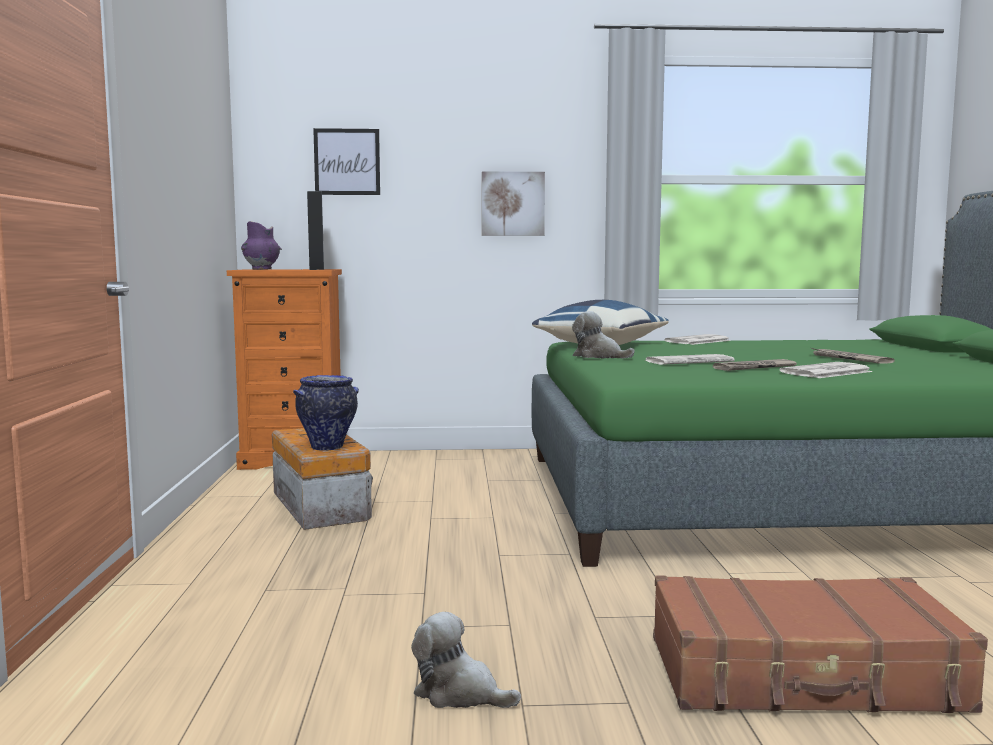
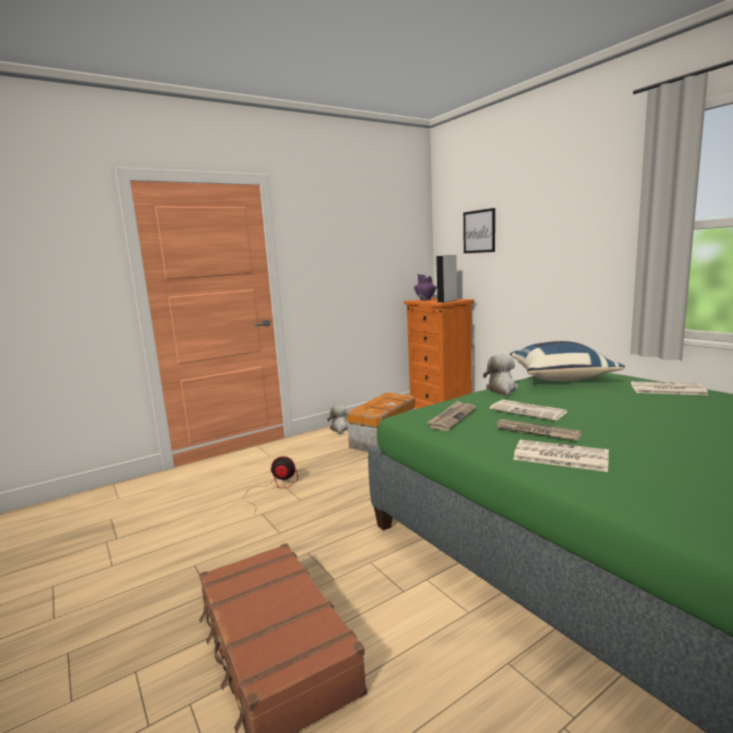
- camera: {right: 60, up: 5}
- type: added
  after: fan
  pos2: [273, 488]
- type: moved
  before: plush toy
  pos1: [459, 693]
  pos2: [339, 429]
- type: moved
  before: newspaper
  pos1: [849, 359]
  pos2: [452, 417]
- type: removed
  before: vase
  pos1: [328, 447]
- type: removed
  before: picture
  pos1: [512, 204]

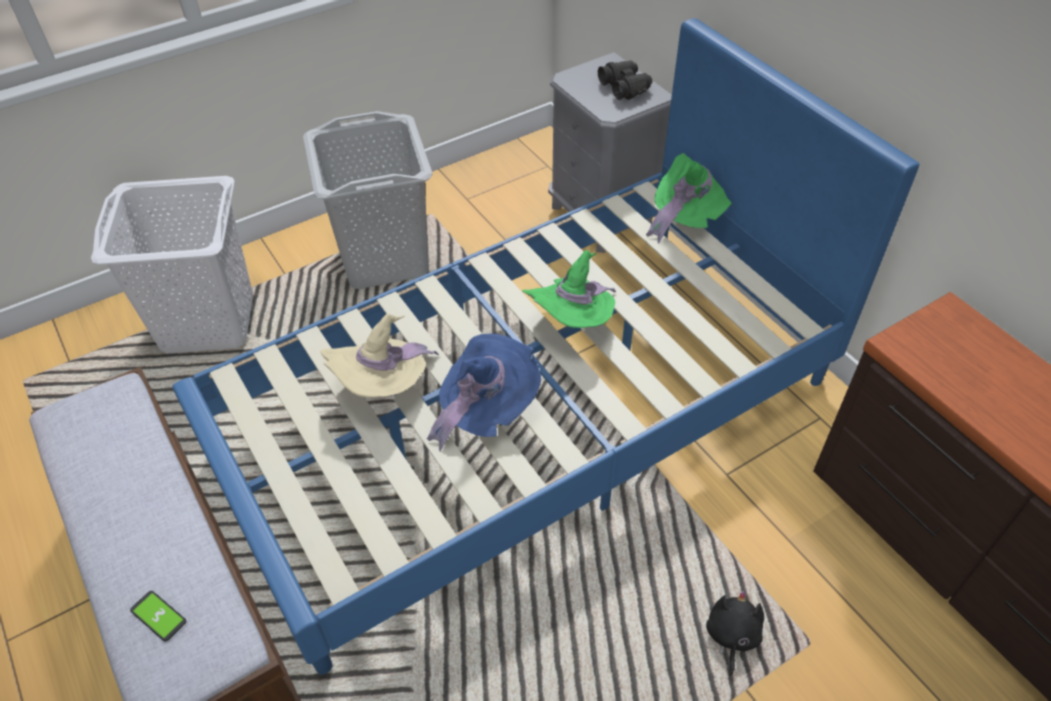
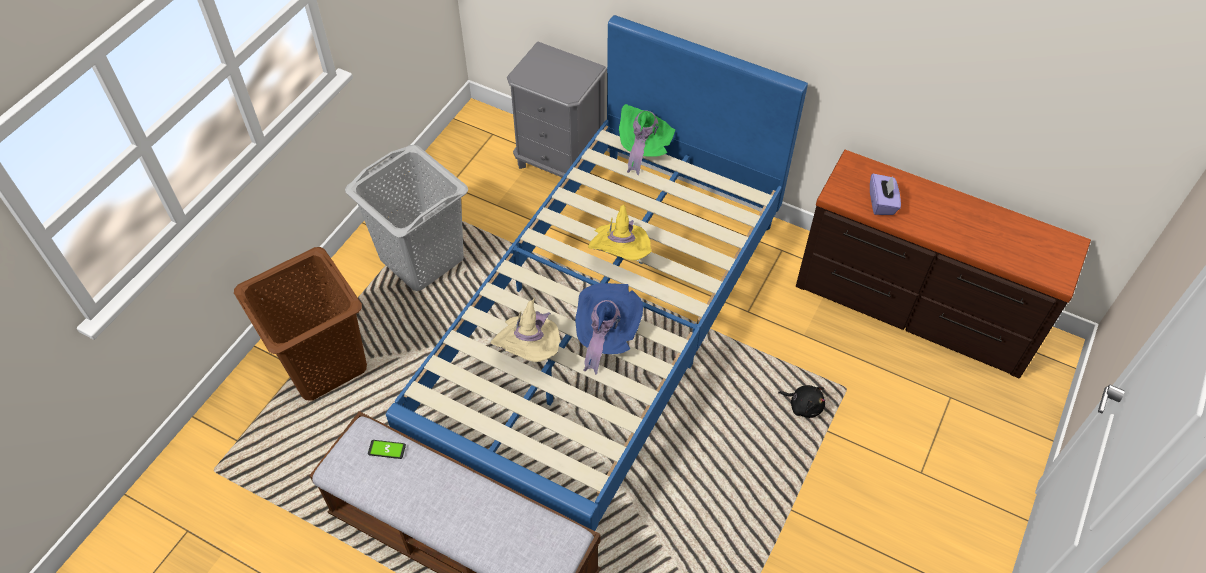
- camera: {right: -30, up: 5}
- type: recoloured
  before: white laundry basket
  after: brown laundry basket
  pos1: [207, 321]
  pos2: [322, 363]
- type: moved
  before: phone
  pos1: [158, 616]
  pos2: [387, 449]
- type: recoloured
  before: green hat
  after: yellow hat
  pos1: [573, 323]
  pos2: [620, 255]
- type: turned
  before: black plush toy
  pos1: [731, 636]
  pos2: [803, 405]
  turn: 135
- type: added
  after: purple tissue box
  pos2: [882, 203]
- type: removed
  before: black binoculars
  pos1: [625, 87]

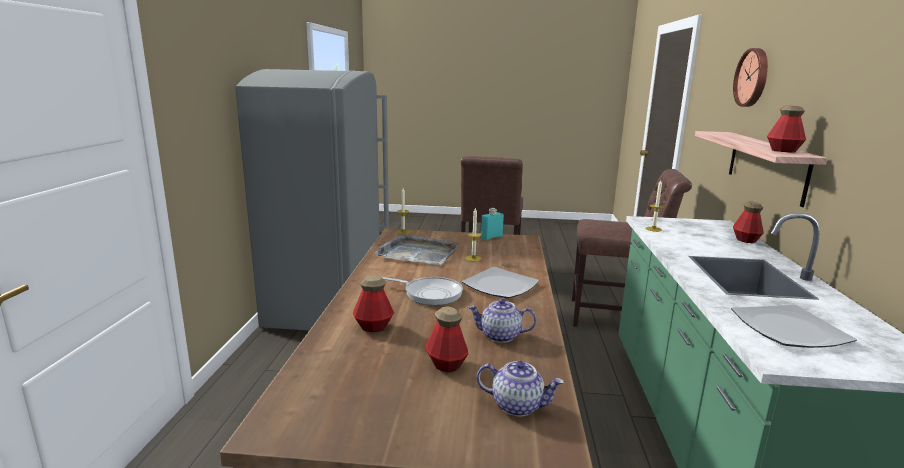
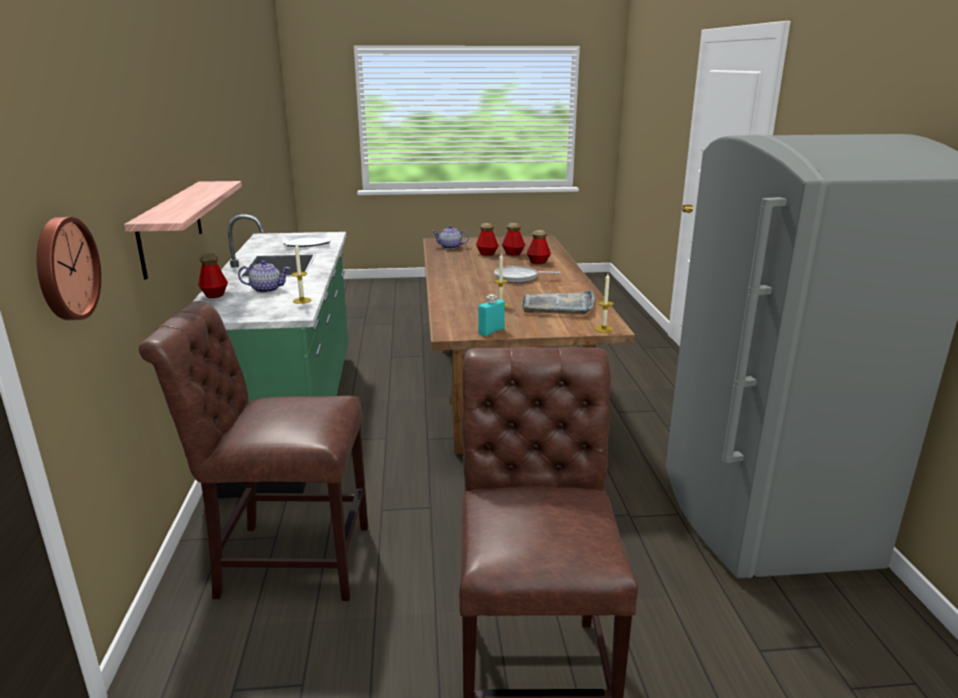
- camera: {right: 170, up: 5}
- type: moved
  before: wall clock
  pos1: [753, 77]
  pos2: [64, 269]
- type: moved
  before: teapot
  pos1: [500, 336]
  pos2: [266, 289]
- type: moved
  before: bottle
  pos1: [783, 151]
  pos2: [513, 253]
- type: removed
  before: plate
  pos1: [500, 285]

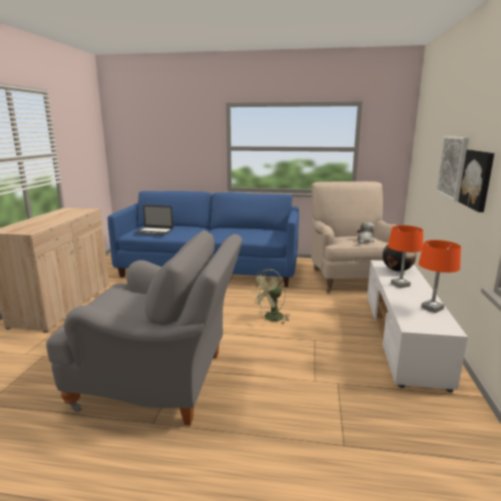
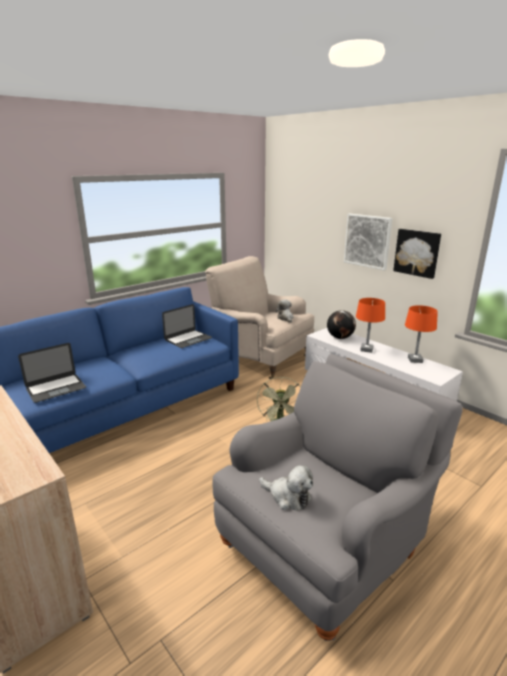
- camera: {right: -50, up: 5}
- type: added
  after: laptop
  pos2: [188, 339]
- type: added
  after: plush toy
  pos2: [288, 496]

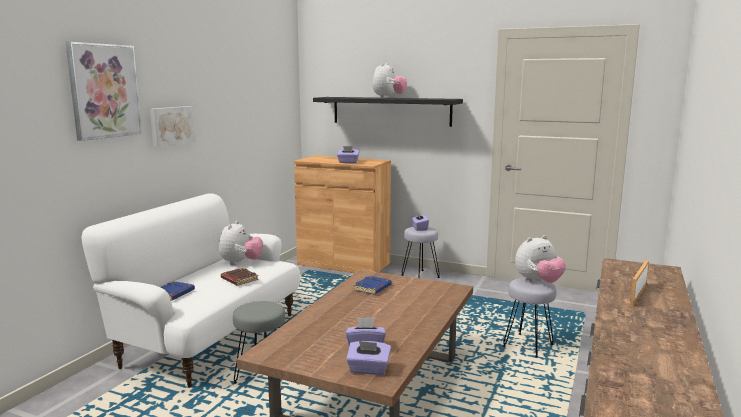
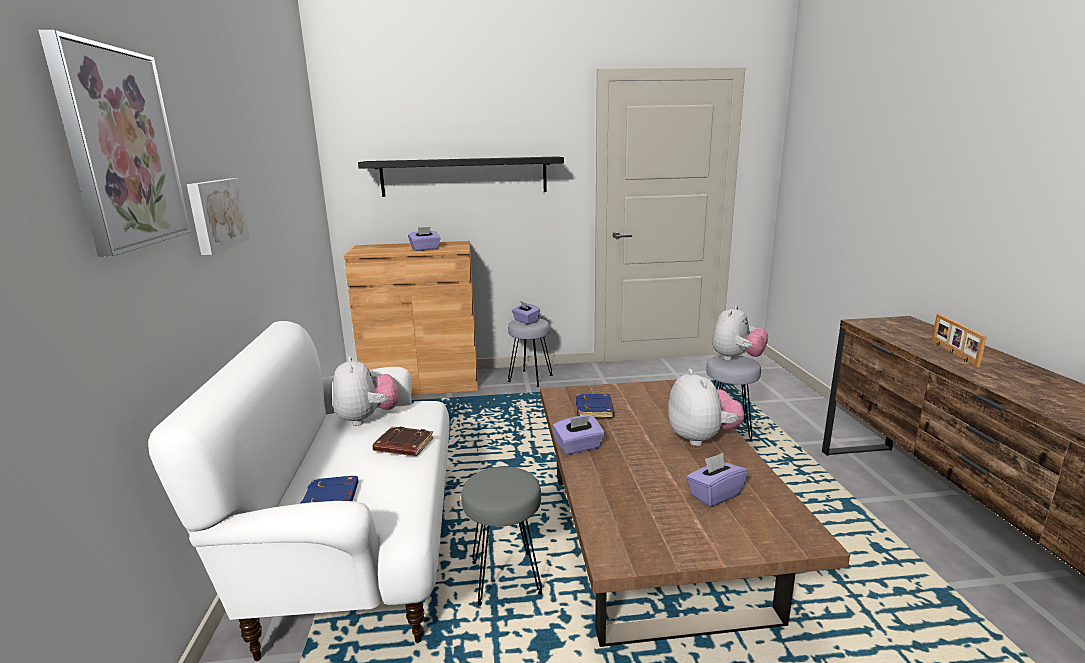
- camera: {right: -30, up: 5}
- type: moved
  before: purple tissue box
  pos1: [368, 369]
  pos2: [578, 447]
- type: moved
  before: plush toy
  pos1: [388, 98]
  pos2: [701, 438]

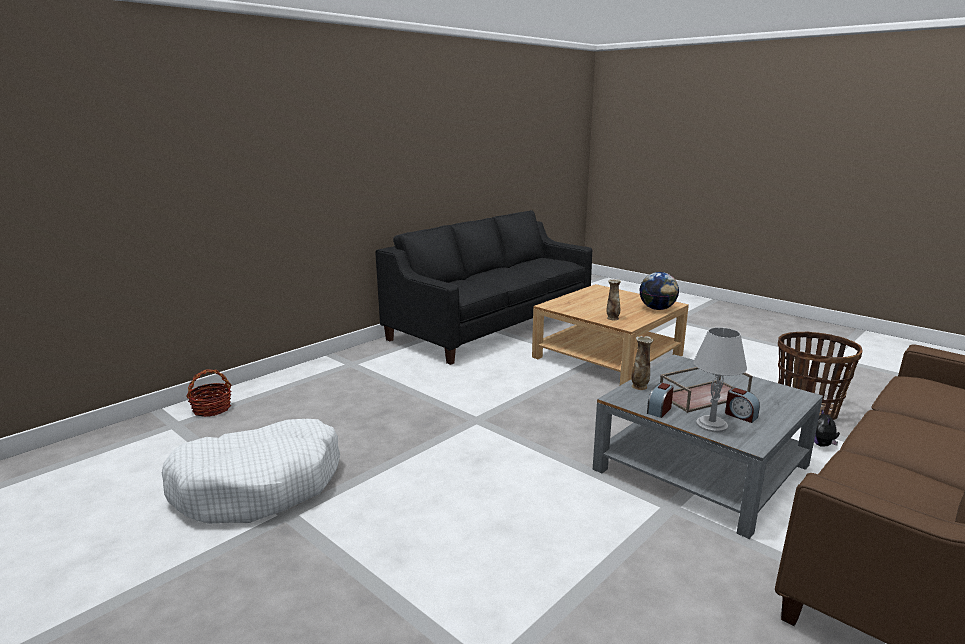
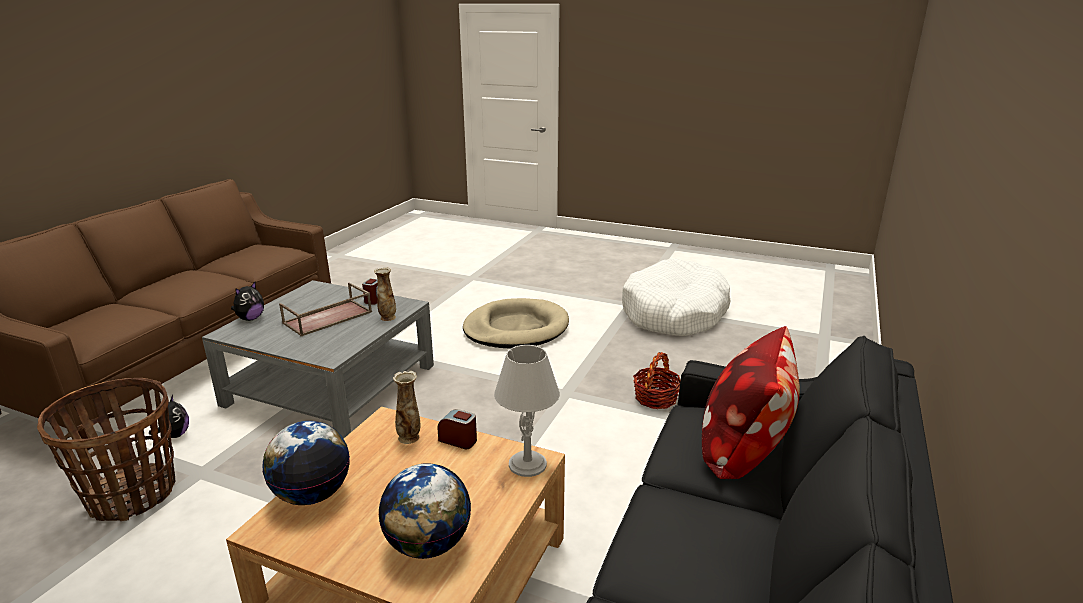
- camera: {right: 160, up: 5}
- type: added
  after: plush toy
  pos2: [250, 318]
- type: added
  after: globe
  pos2: [428, 545]
- type: moved
  before: alarm clock
  pos1: [740, 415]
  pos2: [458, 440]
- type: added
  after: beige dog bed
  pos2: [516, 328]
- type: moved
  before: grey table lamp
  pos1: [712, 425]
  pos2: [527, 464]
- type: moved
  before: basket
  pos1: [211, 409]
  pos2: [655, 398]
- type: added
  after: pillow
  pos2: [744, 448]

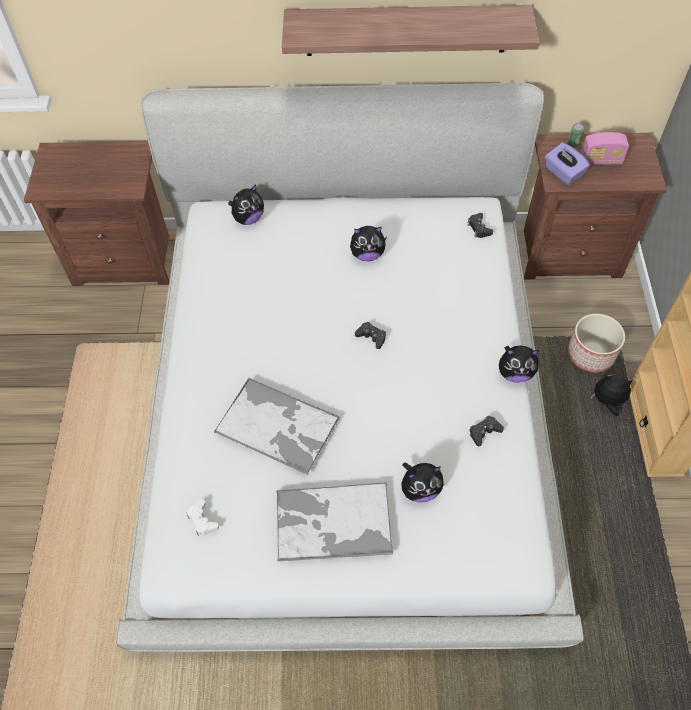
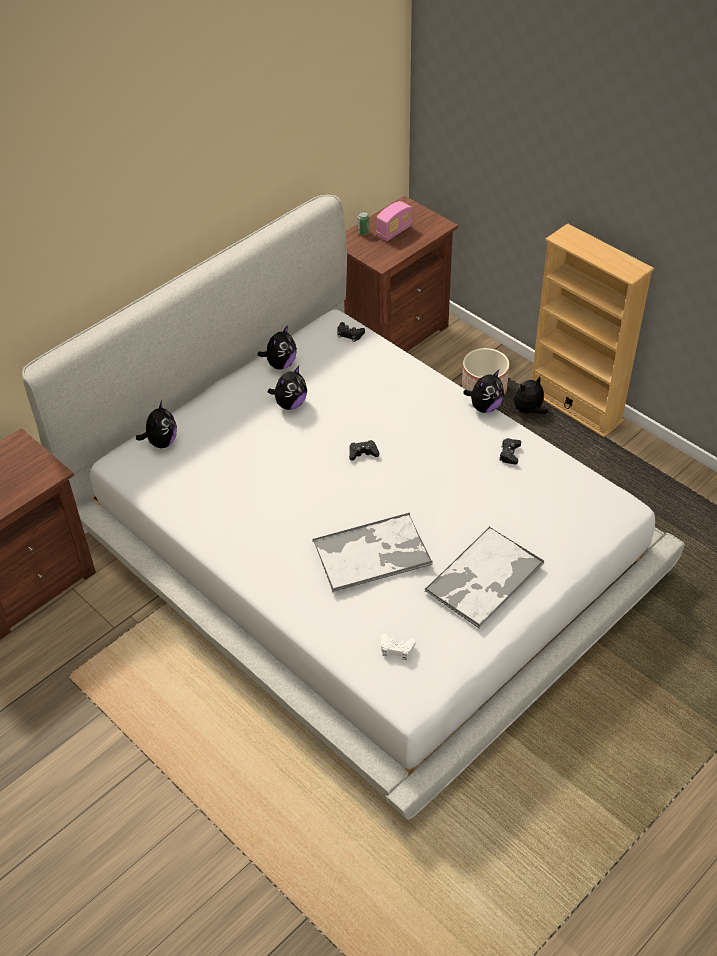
- camera: {right: -45, up: -10}
- type: moved
  before: plush toy
  pos1: [420, 489]
  pos2: [280, 364]
- type: removed
  before: shelf
  pos1: [406, 30]
- type: removed
  before: purple tissue box
  pos1: [563, 173]

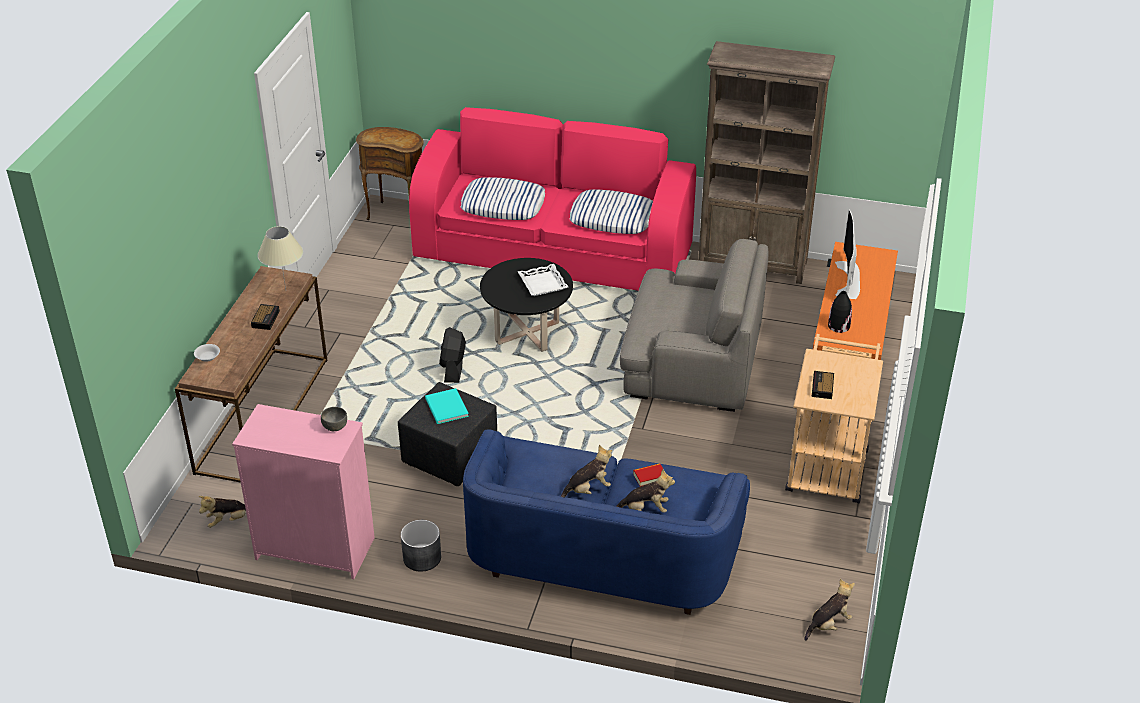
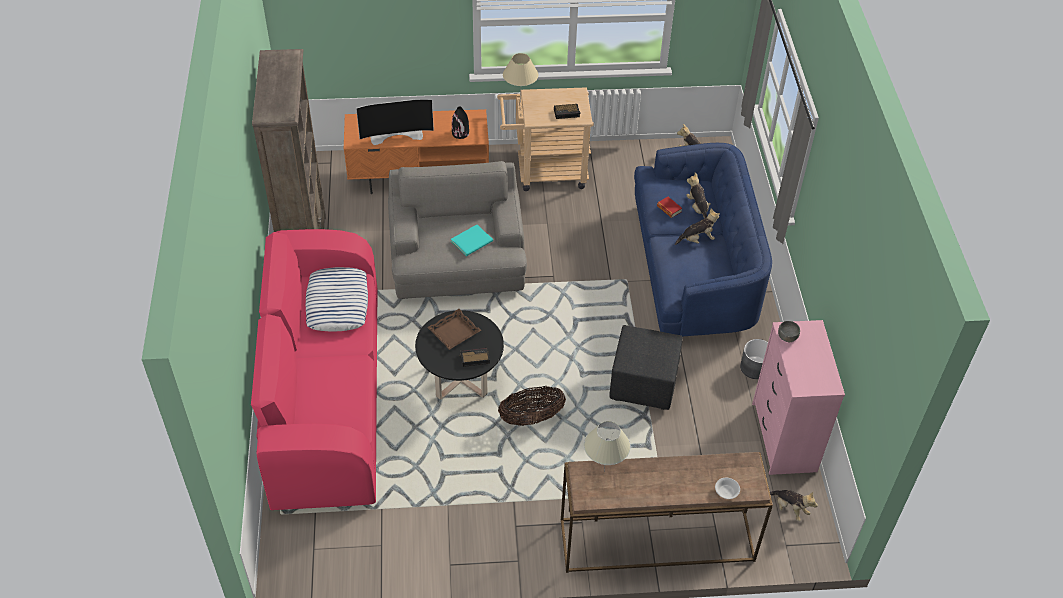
- camera: {right: -110, up: 10}
- type: recoloured
  before: white tray
  after: brown tray
  pos1: [543, 283]
  pos2: [454, 332]
- type: moved
  before: turquoise book
  pos1: [446, 408]
  pos2: [473, 241]
- type: moved
  before: alarm clock
  pos1: [266, 319]
  pos2: [474, 358]
- type: replaced
  before: black fan
  after: basket
  pos1: [453, 368]
  pos2: [531, 418]
- type: added
  after: beige table lamp
  pos2: [520, 103]
- type: turned
  before: plush toy
  pos1: [588, 489]
  pos2: [697, 239]
  turn: 120
- type: removed
  before: brown side table
  pos1: [397, 213]
- type: removed
  before: pillow
  pos1: [503, 205]

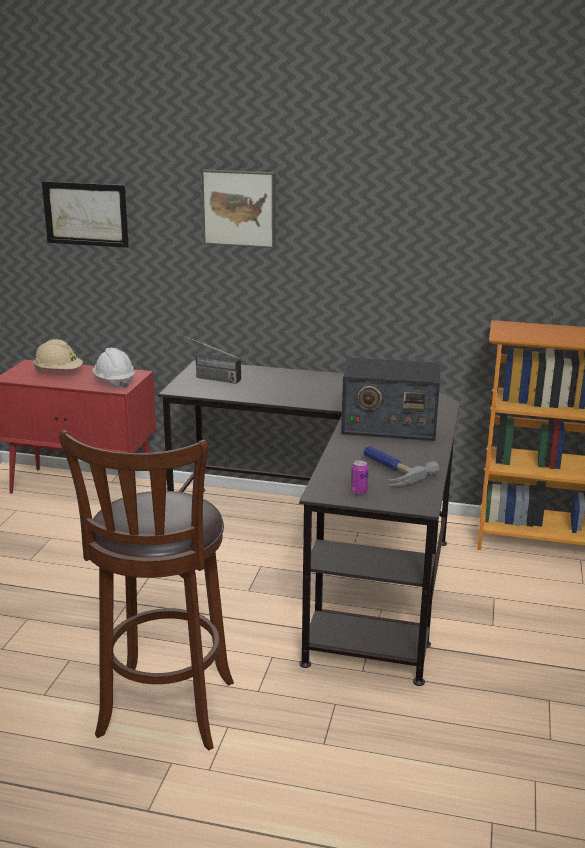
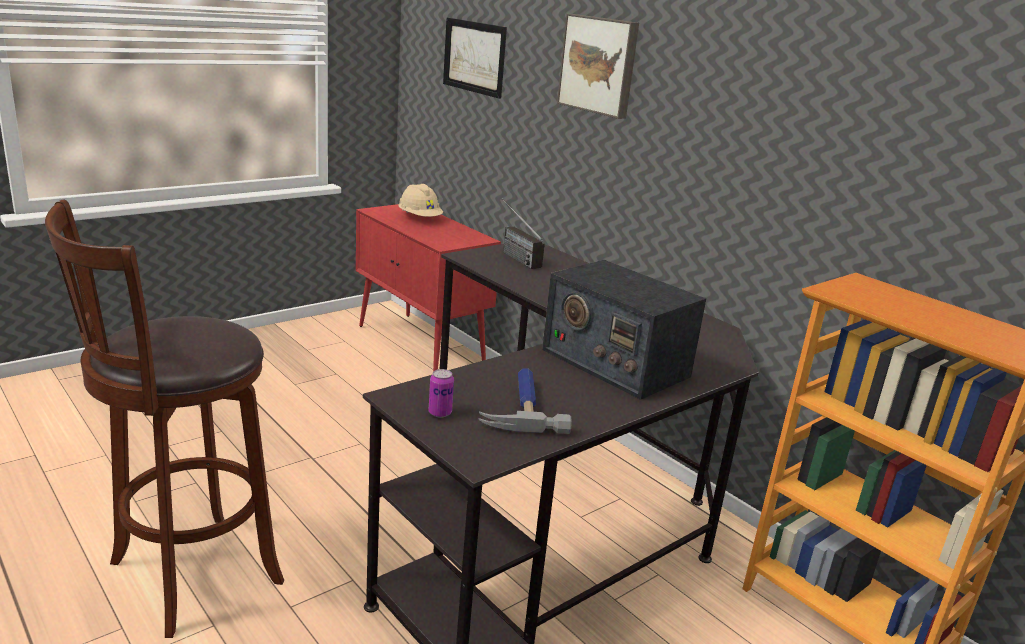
- camera: {right: 35, up: 0}
- type: removed
  before: white hard hat
  pos1: [114, 381]

